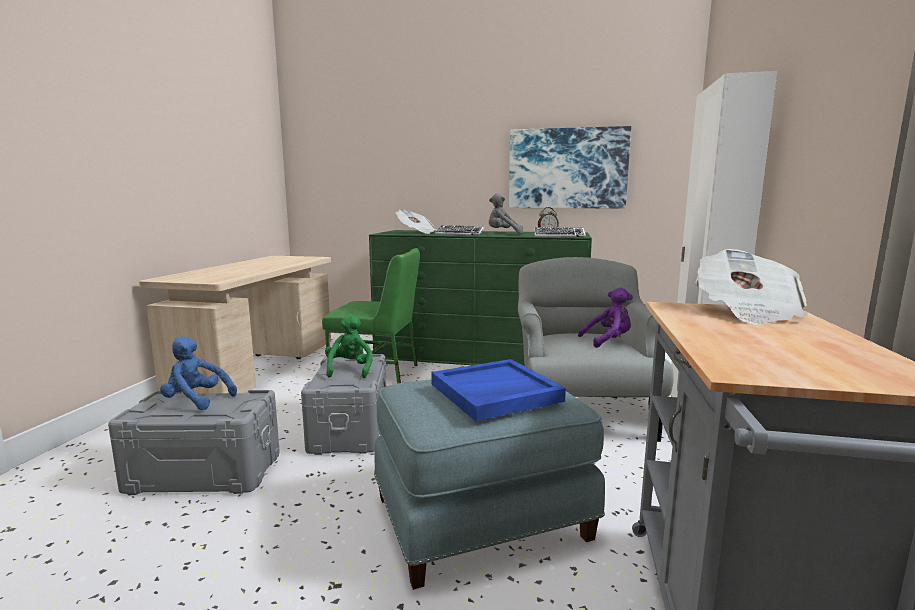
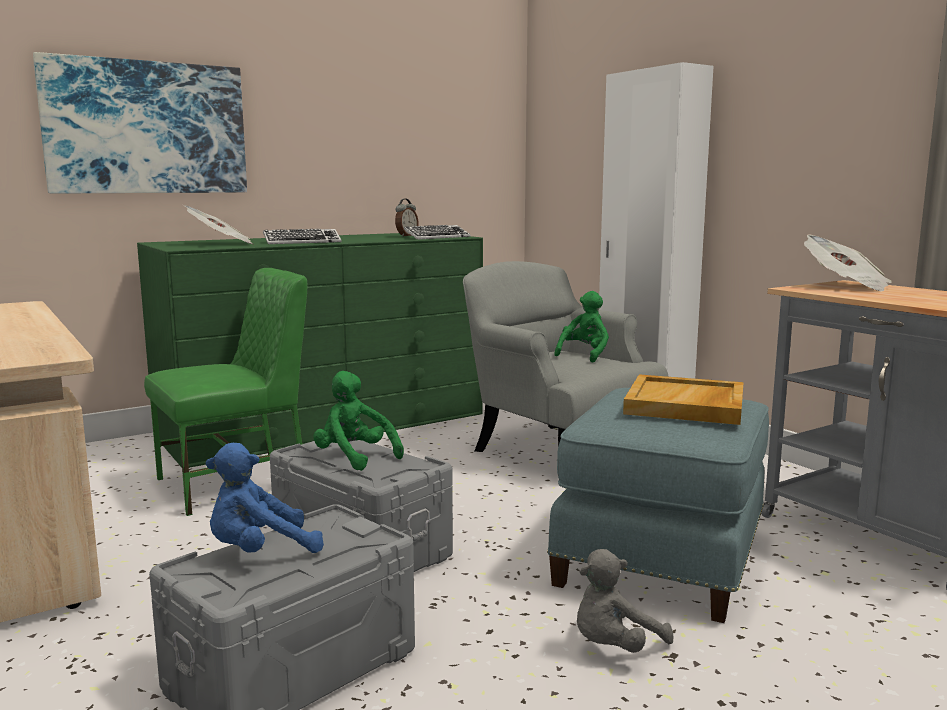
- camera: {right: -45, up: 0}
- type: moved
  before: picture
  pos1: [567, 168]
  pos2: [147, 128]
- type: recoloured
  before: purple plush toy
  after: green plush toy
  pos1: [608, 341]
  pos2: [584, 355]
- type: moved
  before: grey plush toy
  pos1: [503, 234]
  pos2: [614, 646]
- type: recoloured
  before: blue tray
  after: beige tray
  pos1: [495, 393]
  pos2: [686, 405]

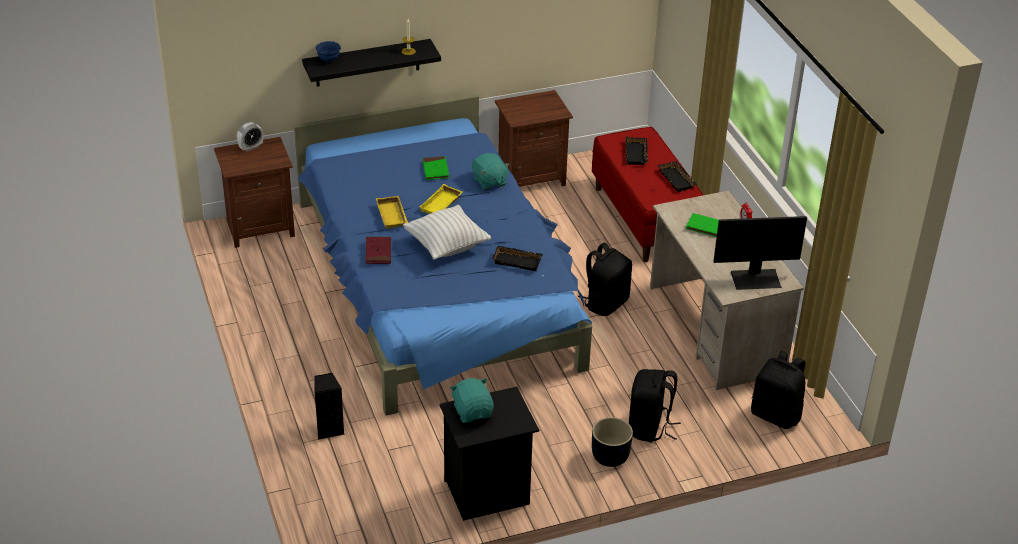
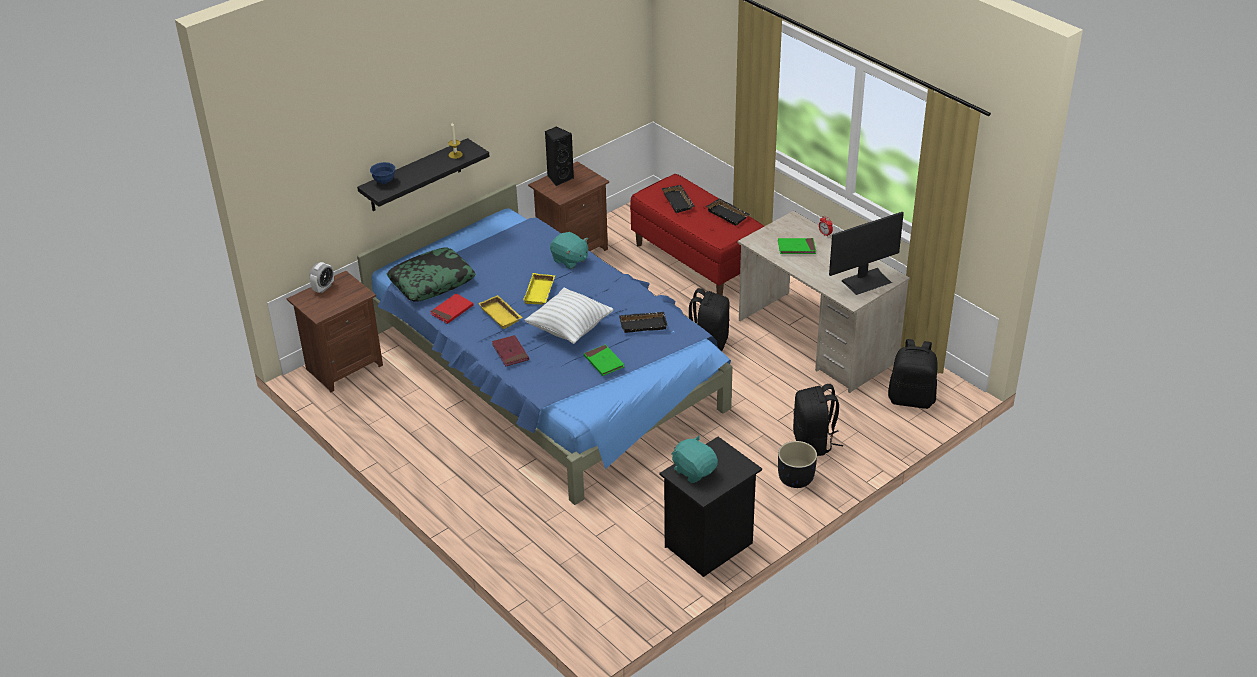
- camera: {right: -20, up: 0}
- type: added
  after: pillow
  pos2: [432, 282]
- type: added
  after: red book
  pos2: [452, 310]
- type: moved
  before: black speaker
  pos1: [329, 429]
  pos2: [559, 178]
- type: moved
  before: green book
  pos1: [435, 170]
  pos2: [604, 362]

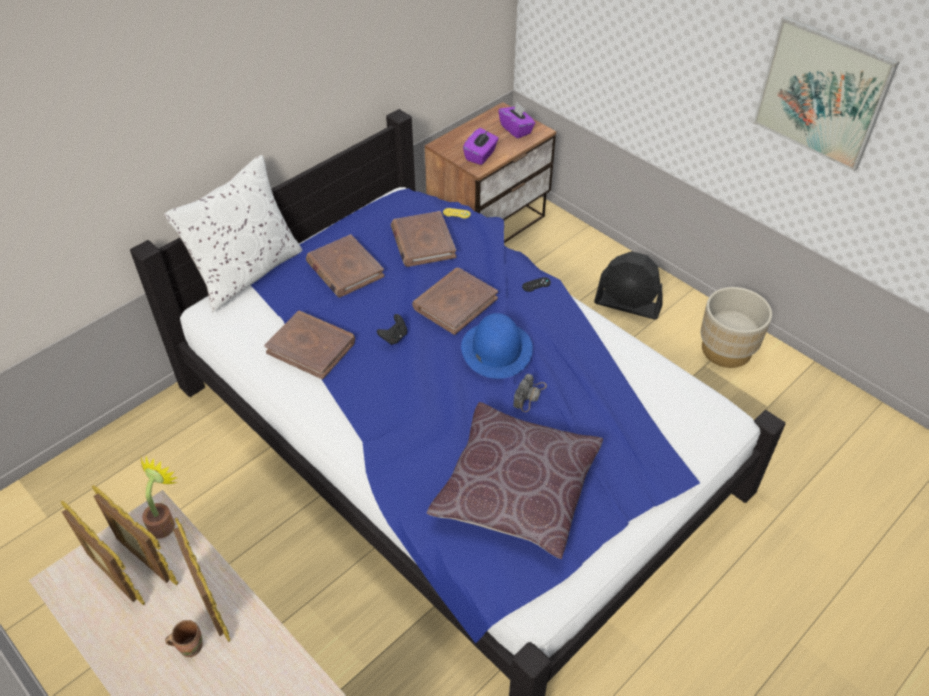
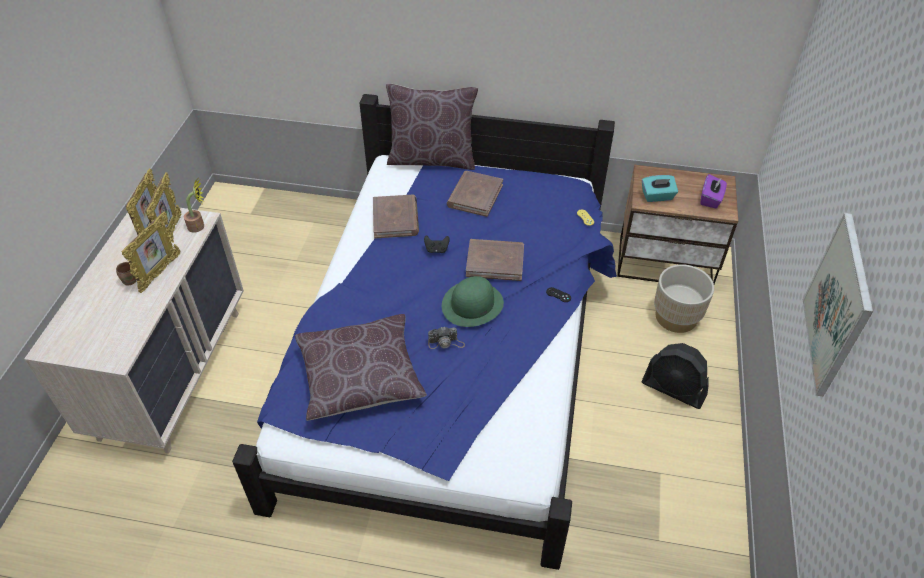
- camera: {right: 55, up: 0}
- type: recoloured
  before: white pillow
  after: brown pillow
  pos1: [247, 273]
  pos2: [432, 159]
- type: recoloured
  before: blue hat
  after: green hat
  pos1: [496, 349]
  pos2: [472, 304]
- type: turned
  before: black fan
  pos1: [628, 305]
  pos2: [674, 389]
  turn: -45
- type: recoloured
  before: purple tissue box
  after: turquoise tissue box
  pos1: [481, 155]
  pos2: [657, 196]
- type: moved
  before: beige planter
  pos1: [726, 350]
  pos2: [676, 317]
- type: removed
  before: brown book
  pos1: [422, 242]

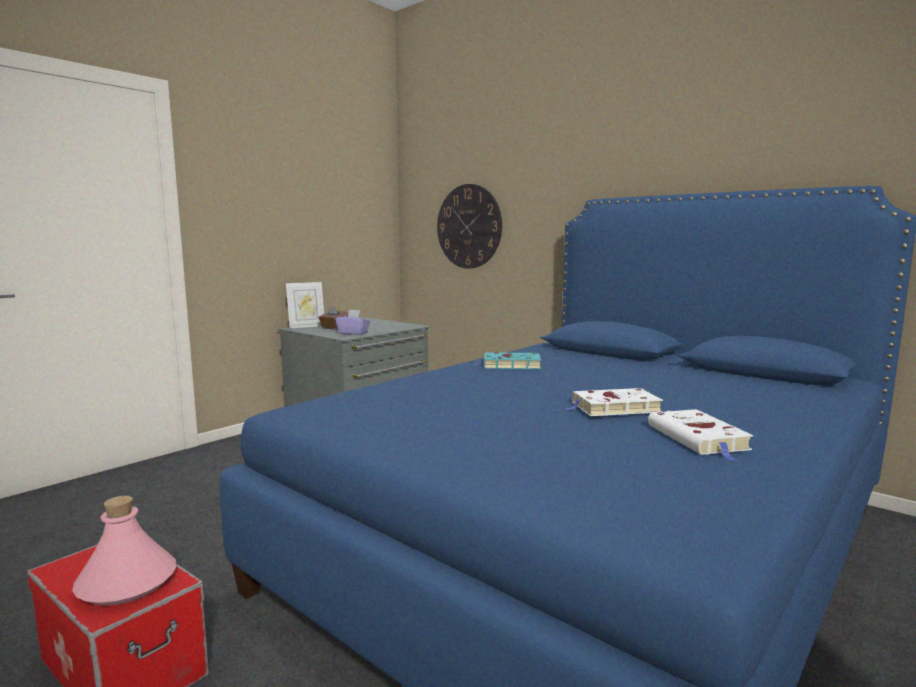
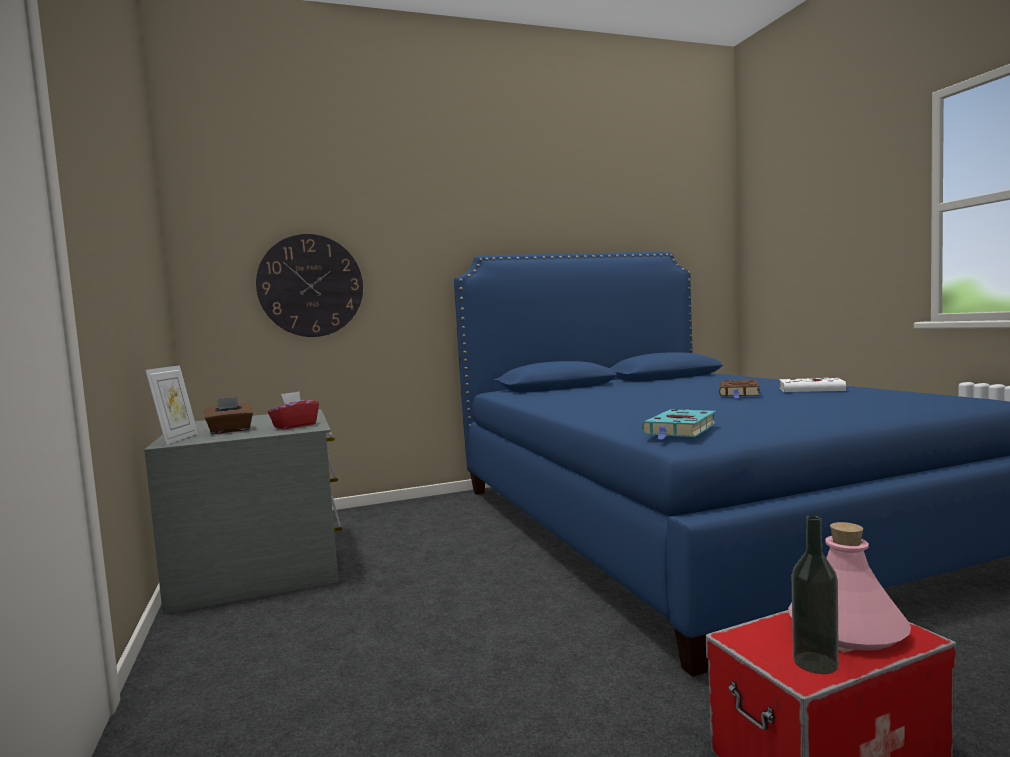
- camera: {right: -60, up: -5}
- type: recoloured
  before: purple tissue box
  after: red tissue box
  pos1: [353, 333]
  pos2: [294, 426]
- type: moved
  before: turquoise book
  pos1: [509, 365]
  pos2: [680, 430]
- type: recoloured
  before: white book
  after: brown book
  pos1: [613, 408]
  pos2: [739, 393]
- type: added
  after: bottle
  pos2: [815, 663]

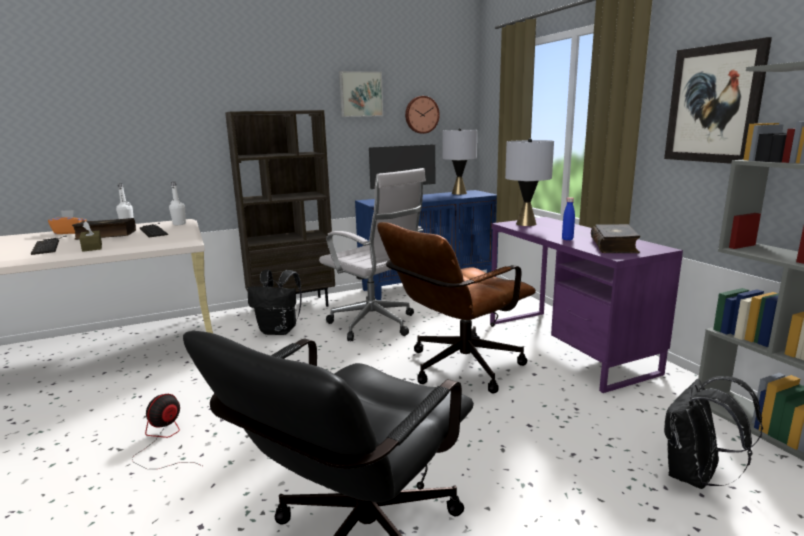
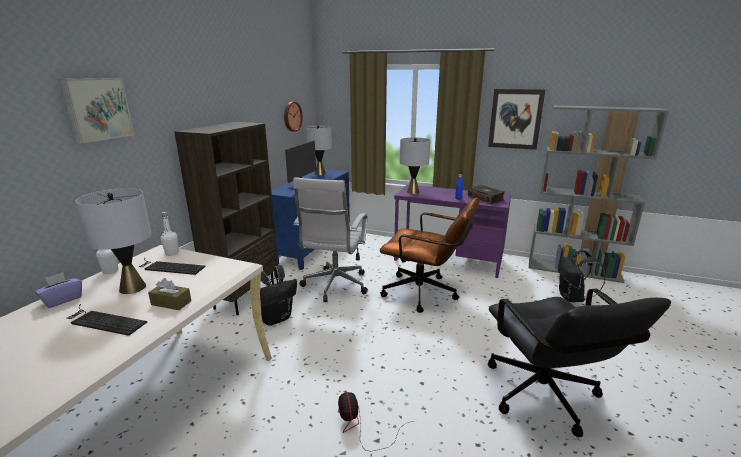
- camera: {right: -45, up: 5}
- type: recoloured
  before: orange tissue box
  after: purple tissue box
  pos1: [70, 232]
  pos2: [62, 300]
- type: moved
  before: picture
  pos1: [360, 94]
  pos2: [97, 109]
- type: replaced
  before: book
  after: grey table lamp
  pos1: [106, 235]
  pos2: [132, 288]
- type: turned
  before: white office chair
  pos1: [376, 325]
  pos2: [334, 286]
  turn: 105
- type: turned
  before: brown office chair
  pos1: [456, 369]
  pos2: [426, 294]
  turn: -75

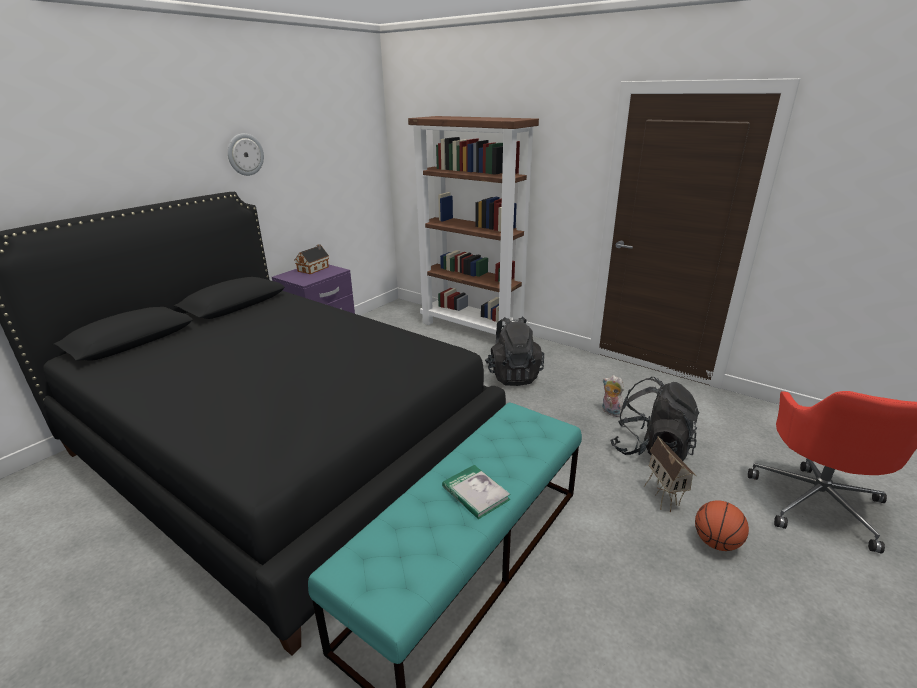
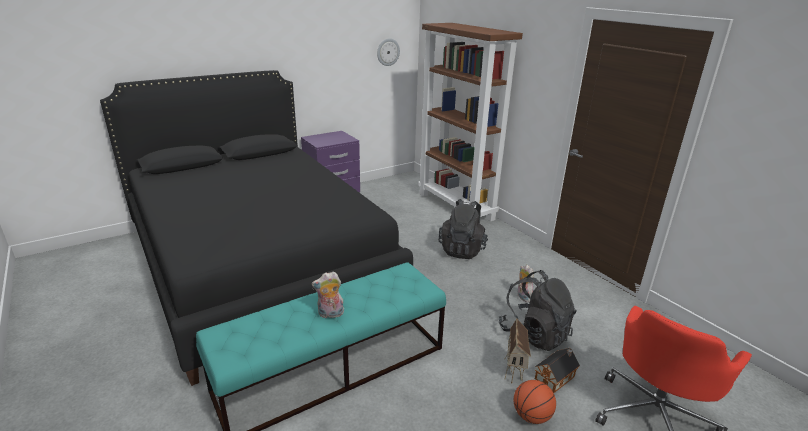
- camera: {right: 20, up: 0}
- type: replaced
  before: book
  after: plush toy
  pos1: [475, 493]
  pos2: [330, 314]
- type: moved
  before: wall clock
  pos1: [245, 154]
  pos2: [388, 52]
- type: moved
  before: toy house
  pos1: [314, 269]
  pos2: [556, 377]

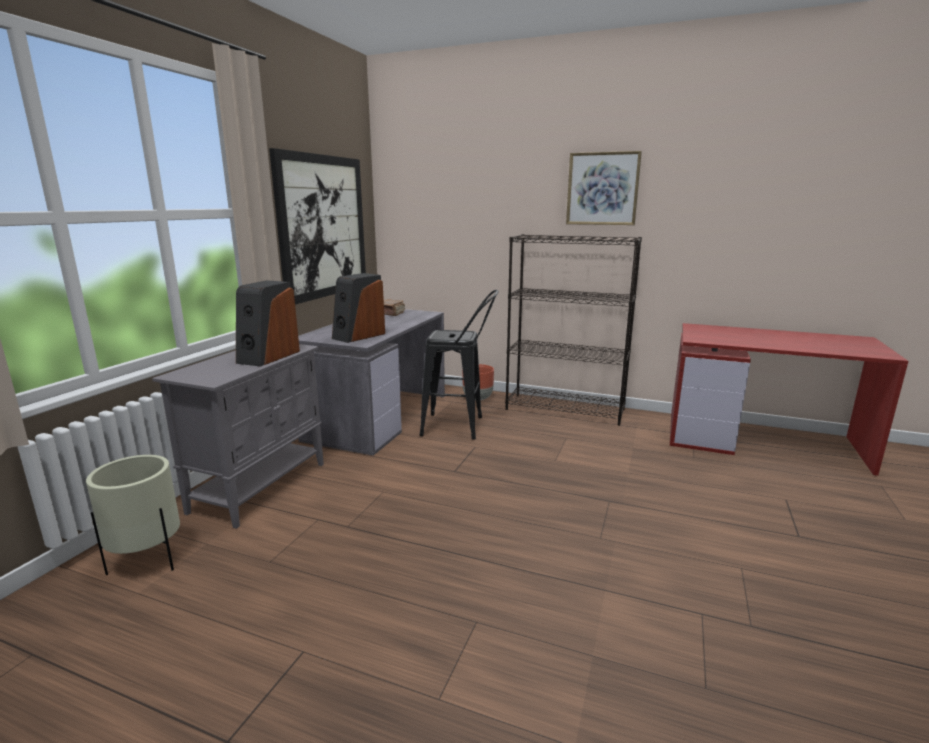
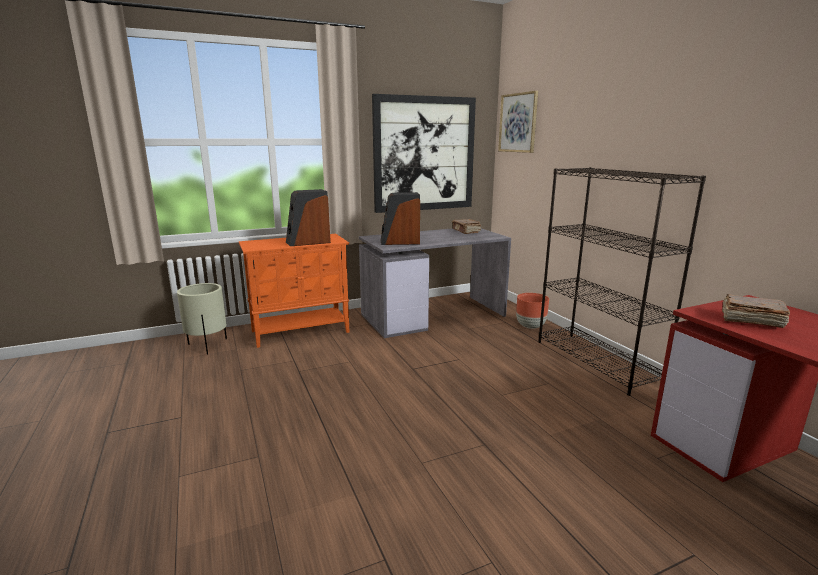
- camera: {right: 45, up: 0}
- type: recoloured
  before: grey cabinet
  after: orange cabinet
  pos1: [260, 486]
  pos2: [301, 331]
- type: moved
  before: picture
  pos1: [602, 189]
  pos2: [518, 123]
- type: added
  after: brown book
  pos2: [750, 320]
- type: removed
  before: black stool
  pos1: [460, 427]

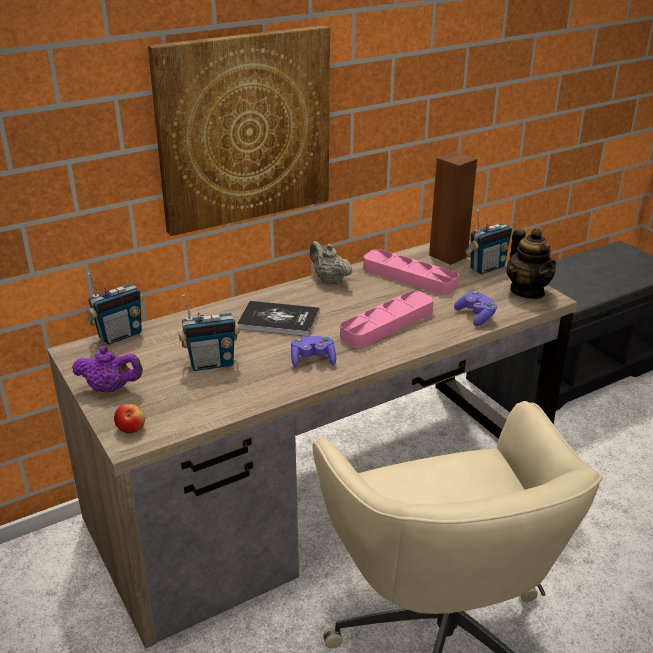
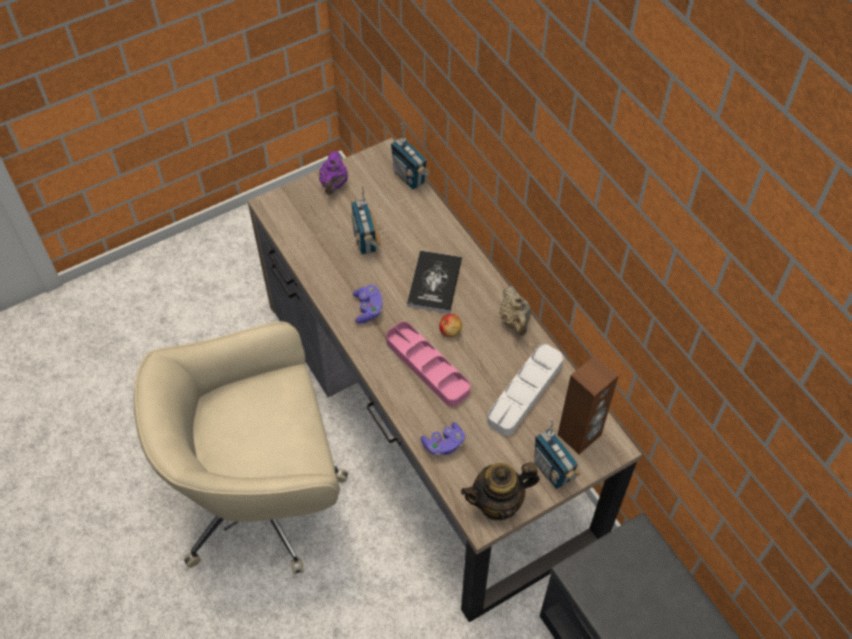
- camera: {right: 90, up: 25}
- type: moved
  before: apple
  pos1: [131, 428]
  pos2: [450, 330]
- type: recoloured
  before: pink tray
  after: white tray
  pos1: [409, 277]
  pos2: [525, 392]
- type: turned
  before: beige teapot
  pos1: [329, 280]
  pos2: [515, 321]
  turn: 120
- type: removed
  before: picture
  pos1: [244, 129]

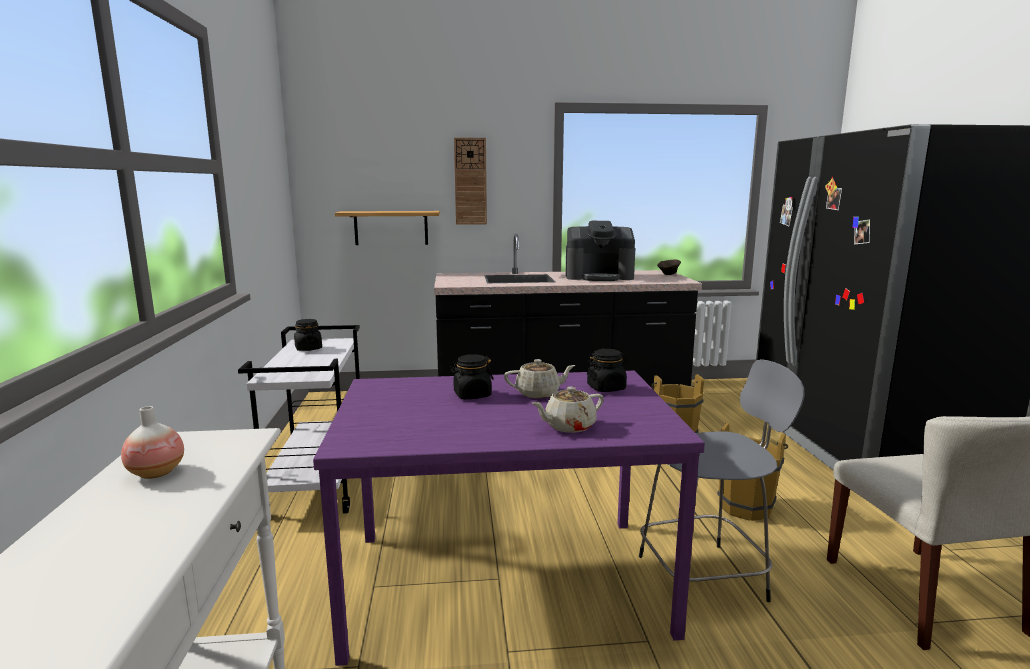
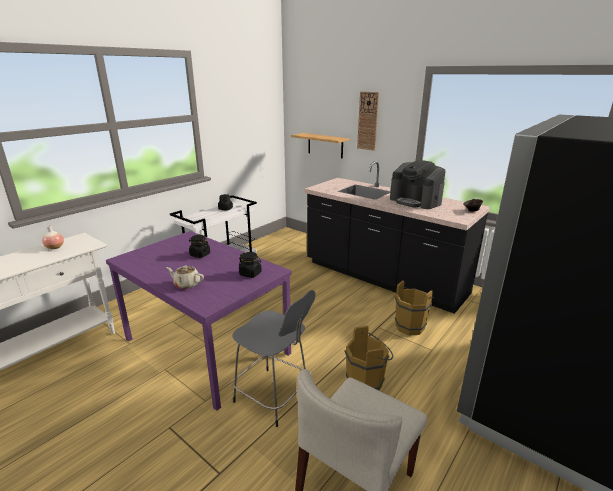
- camera: {right: 45, up: 10}
- type: removed
  before: beige teapot
  pos1: [538, 393]

